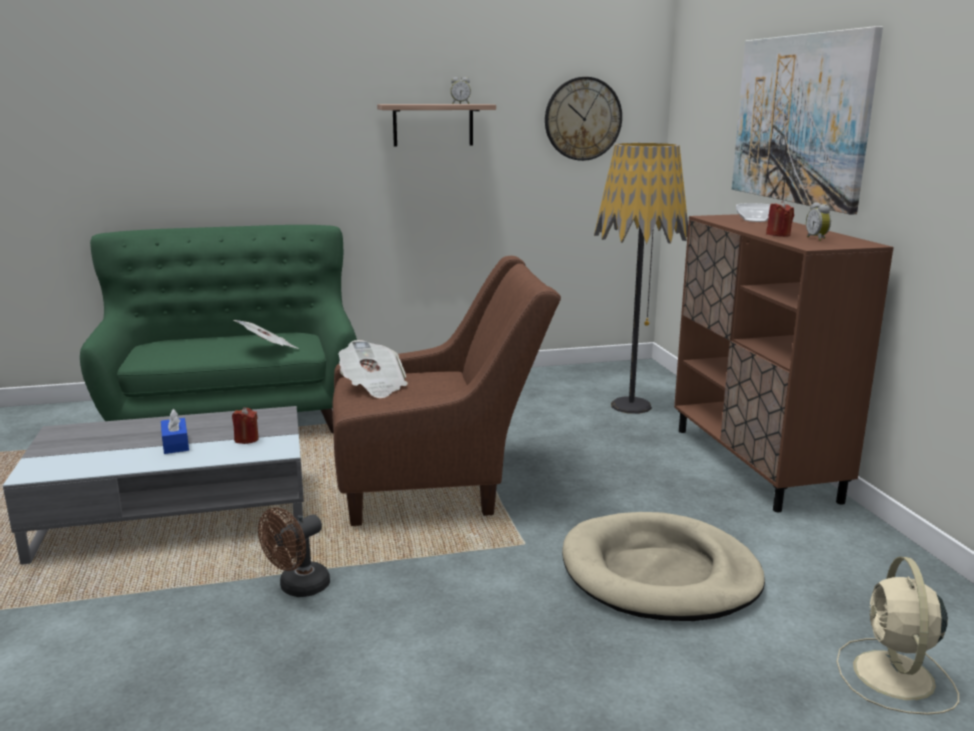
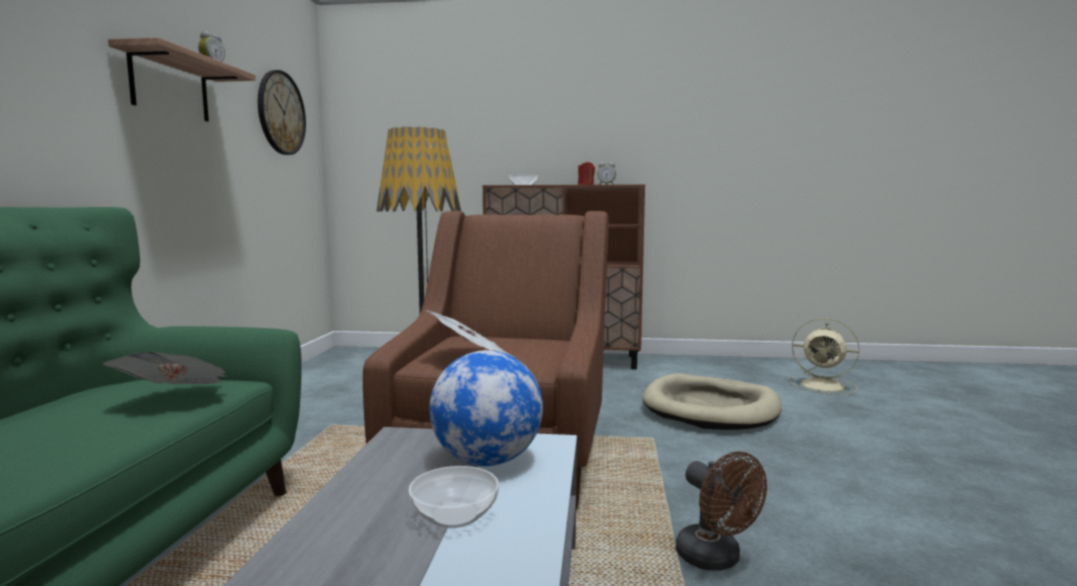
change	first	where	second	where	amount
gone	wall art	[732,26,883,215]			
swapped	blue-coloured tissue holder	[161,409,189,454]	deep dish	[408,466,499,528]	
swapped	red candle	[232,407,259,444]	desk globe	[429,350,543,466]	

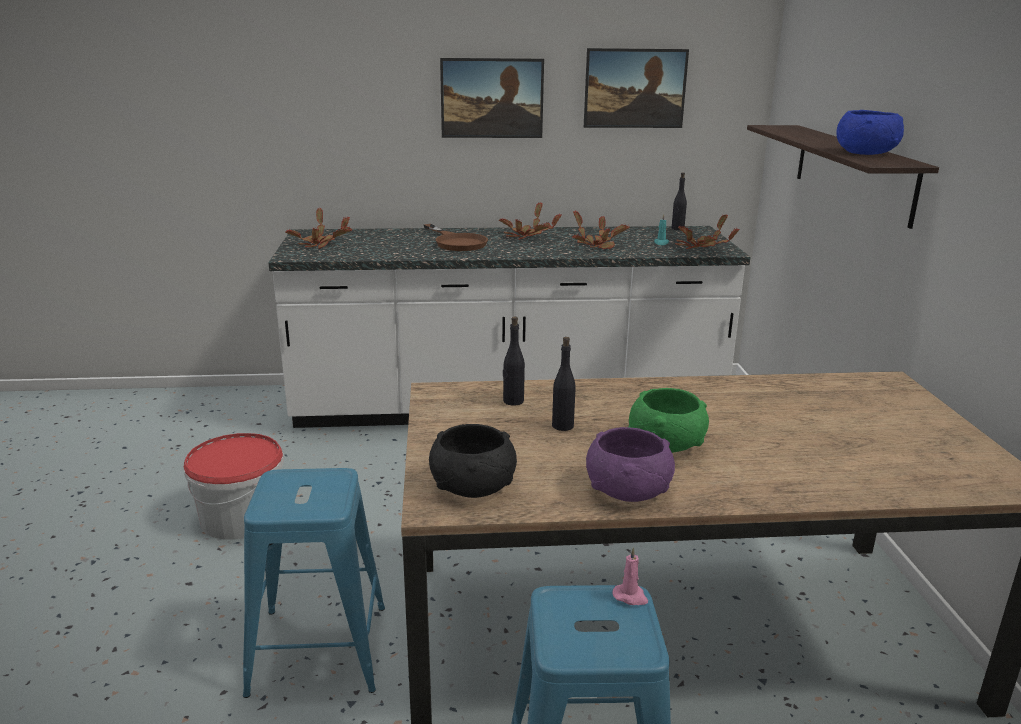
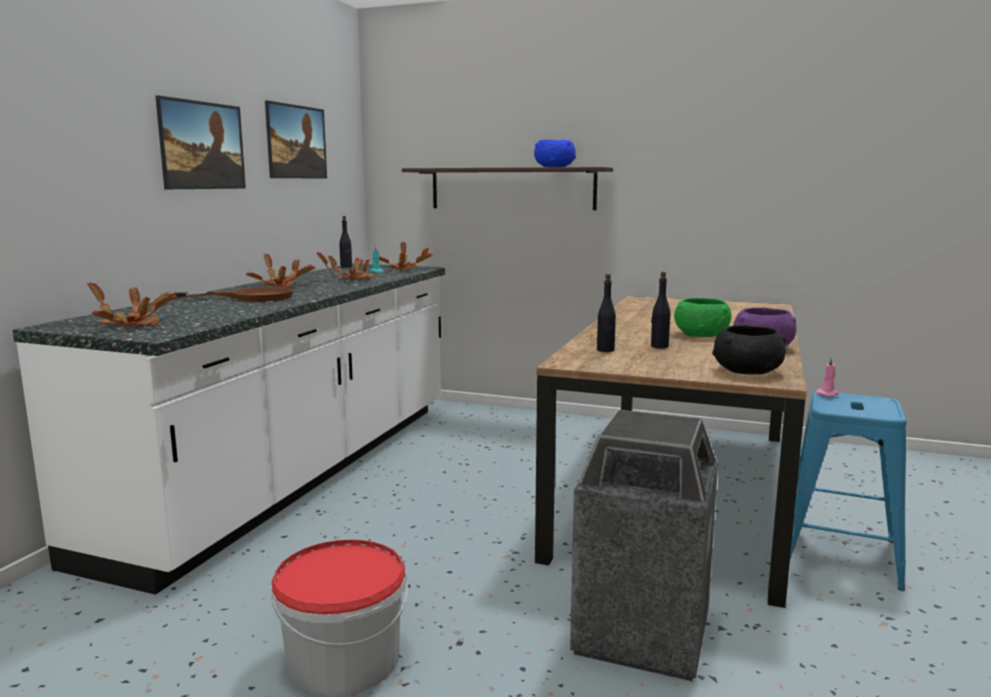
change	first	where	second	where	amount
swapped	blue-coloured sitting stool	[243,468,385,698]	rubbish bin	[570,409,718,682]	

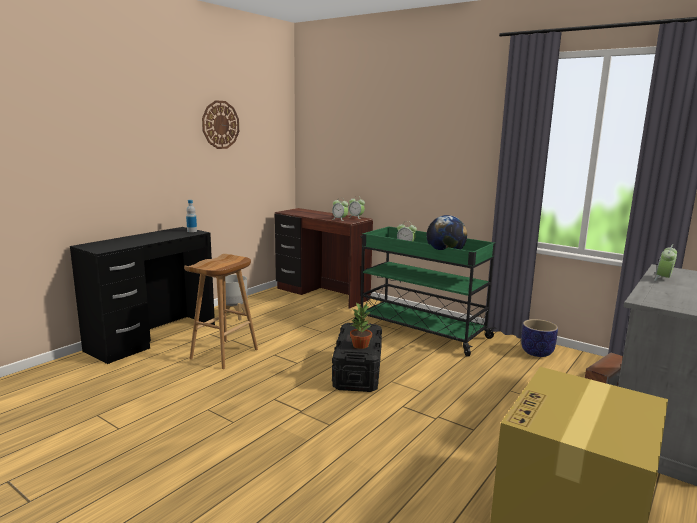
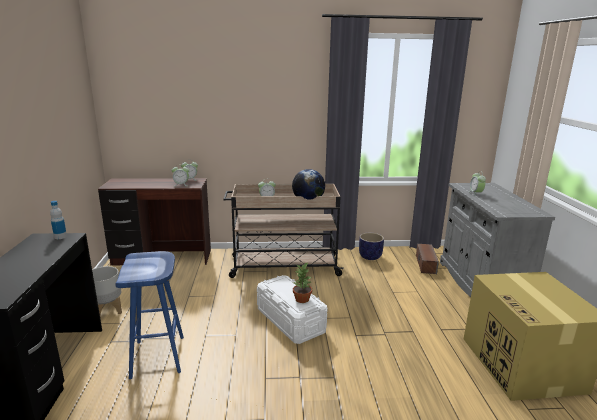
change	first	where	second	where	amount
gone	clock on the wall	[202,100,239,149]			
repainted	brown-coloured sitting stool	[184,254,258,369]	blue-coloured sitting stool	[115,251,184,379]	
repainted	blackish storage container	[332,322,382,392]	white storage container	[257,275,328,344]	
repainted	green-coloured wheeled cart	[354,226,496,357]	beige-coloured wheeled cart	[224,184,343,278]	

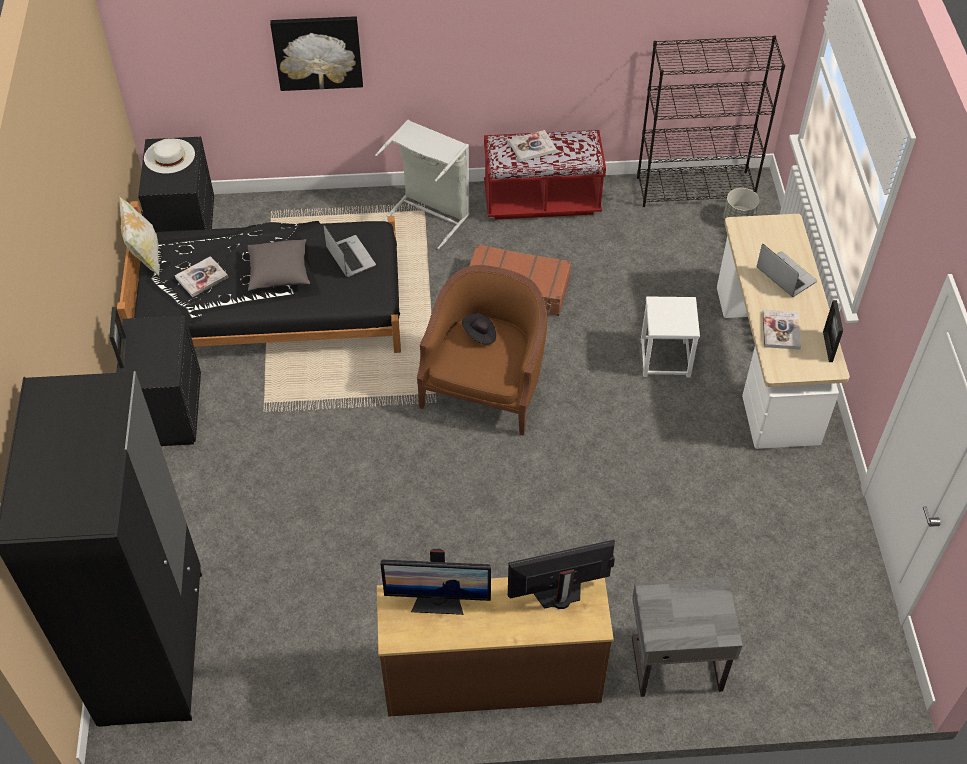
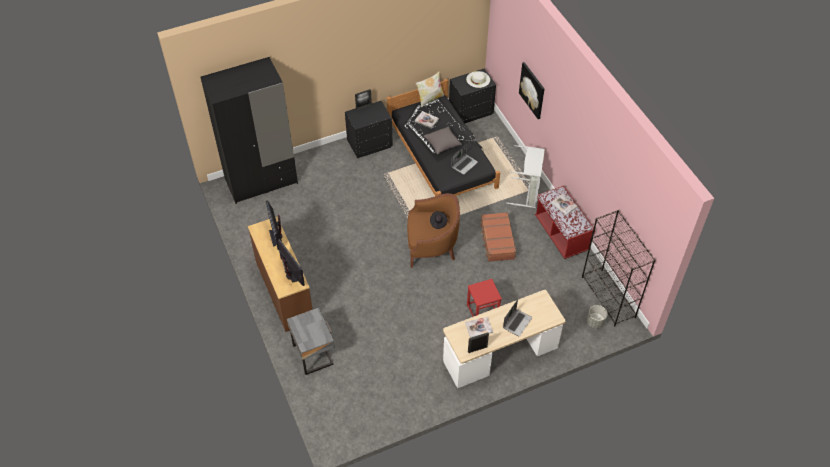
change	first	where	second	where	amount
repainted	white sitting stool	[641,296,700,378]	red sitting stool	[467,279,502,317]	

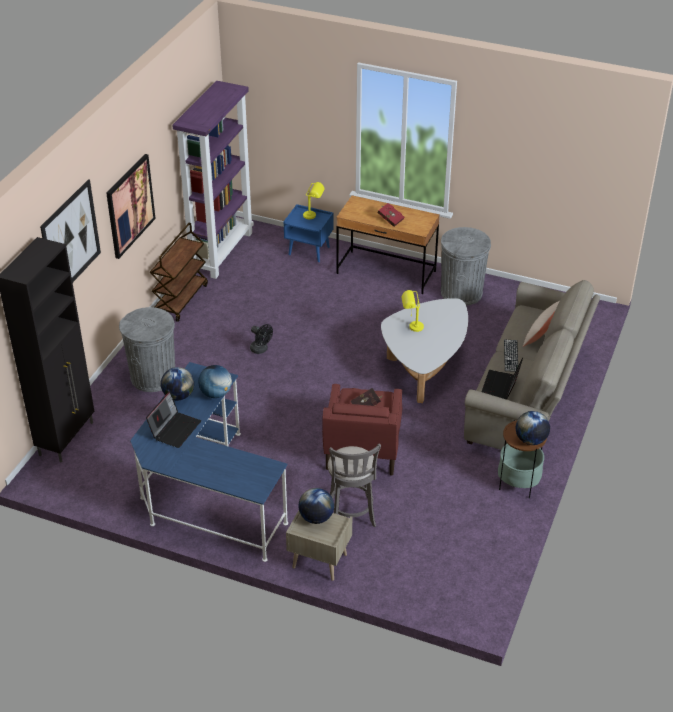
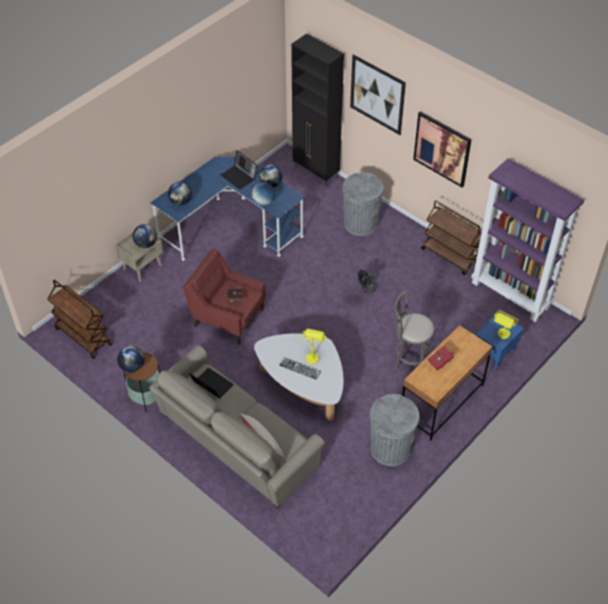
change	first	where	second	where	amount
new			brown-coloured wheeled cart	[47,280,112,359]	
new			desk globe	[168,181,192,206]	
shifted	gray sitting stool	[328,444,381,527]		[394,290,434,371]	
shifted	computer keyboard	[504,340,518,372]		[279,357,321,379]	

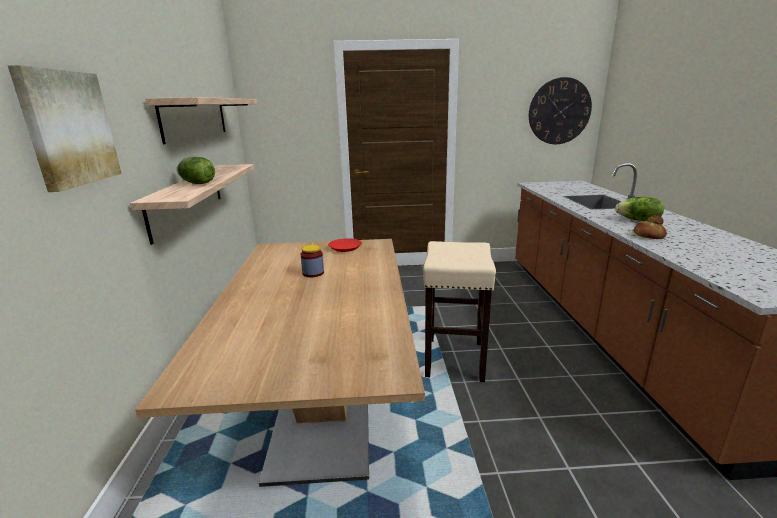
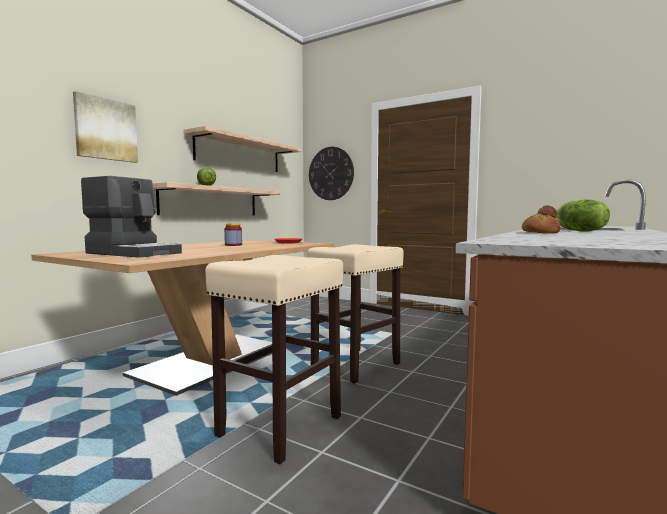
change	first	where	second	where	amount
new			coffee maker	[81,176,182,258]	
new			beige-coloured sitting stool	[205,255,343,464]	
shifted	clock on the wall	[529,77,592,144]		[309,147,354,200]	

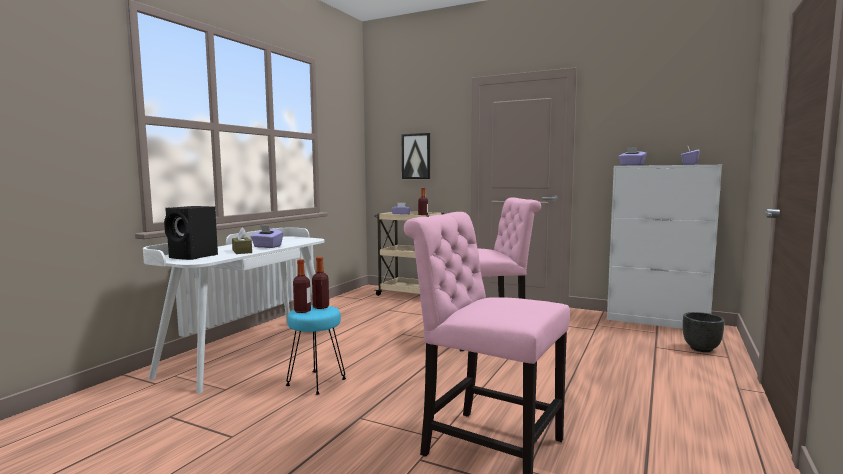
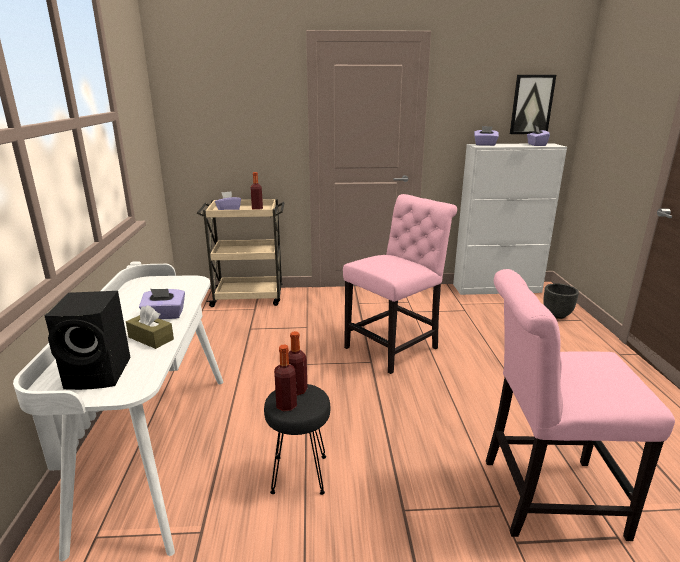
change	first	where	second	where	amount
shifted	wall art	[402,133,430,179]		[510,75,556,134]	
repainted	turquoise-coloured sitting stool	[286,306,346,395]	blackish sitting stool	[264,384,331,495]	

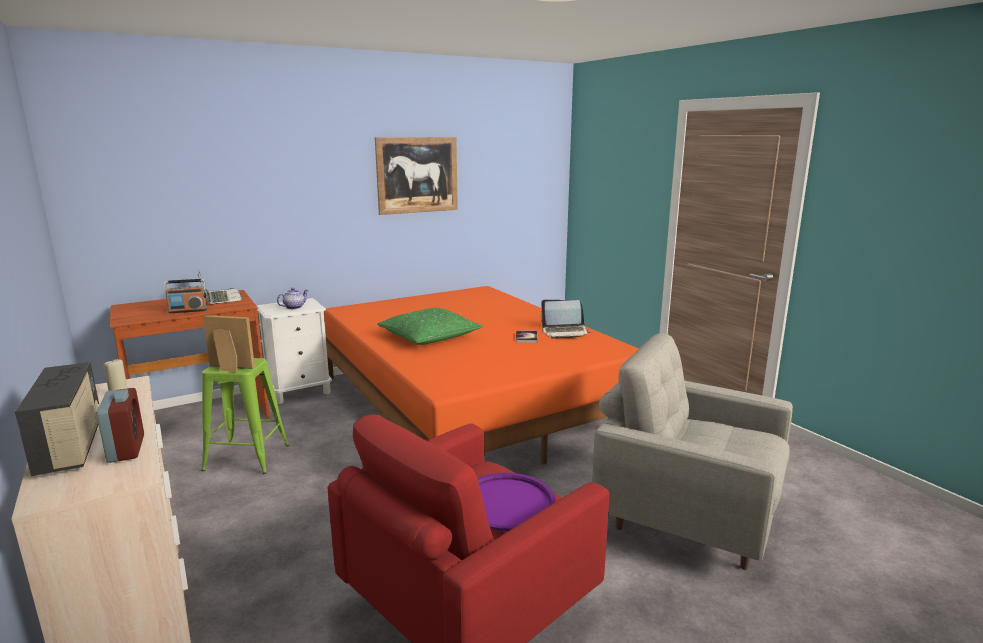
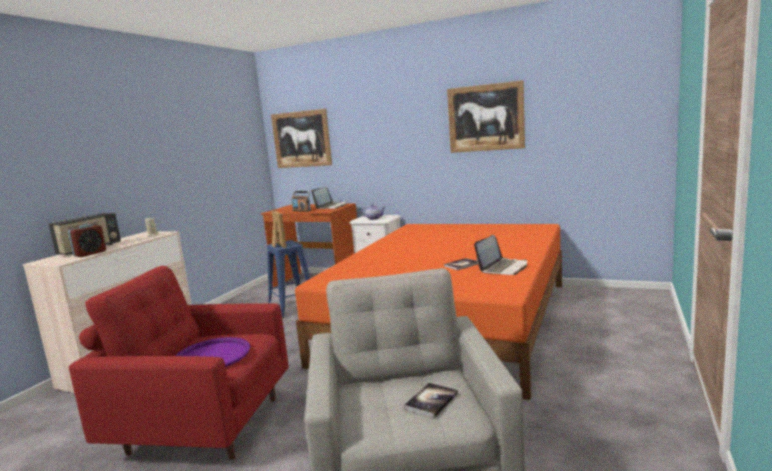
change	first	where	second	where	amount
gone	green-coloured pillow	[377,308,483,345]			
new			wall art	[271,109,332,168]	
new			book	[404,383,458,418]	
repainted	green-coloured sitting stool	[201,358,289,474]	blue-coloured sitting stool	[267,240,310,318]	
rotated	portable computer	[541,300,591,339]		[474,235,527,275]	105 degrees counterclockwise

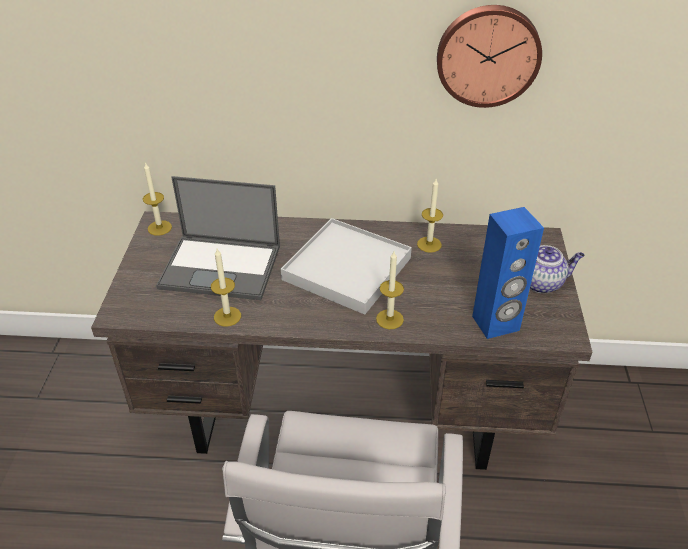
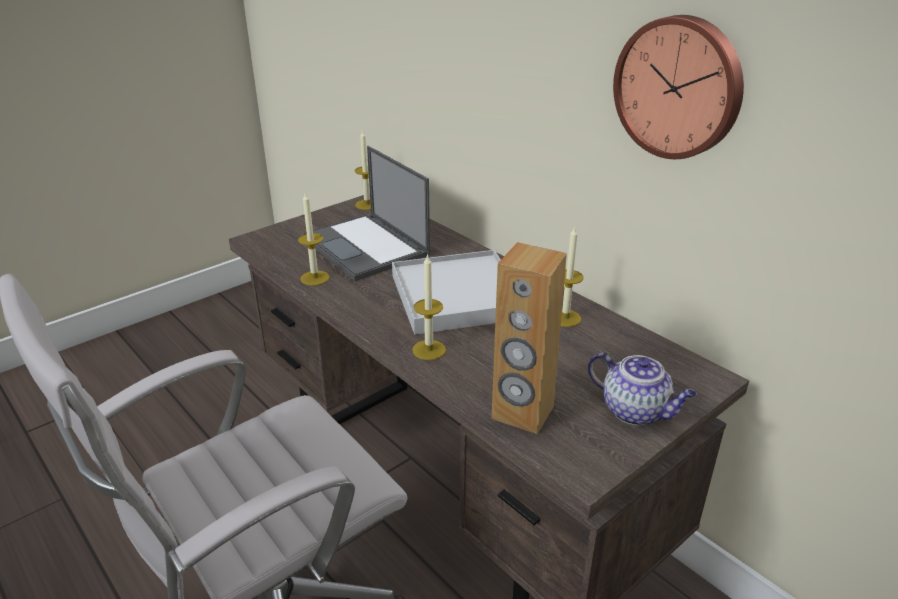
change	first	where	second	where	amount
repainted	blue-coloured audio speaker	[472,207,544,339]	brown-coloured audio speaker	[491,242,567,434]	

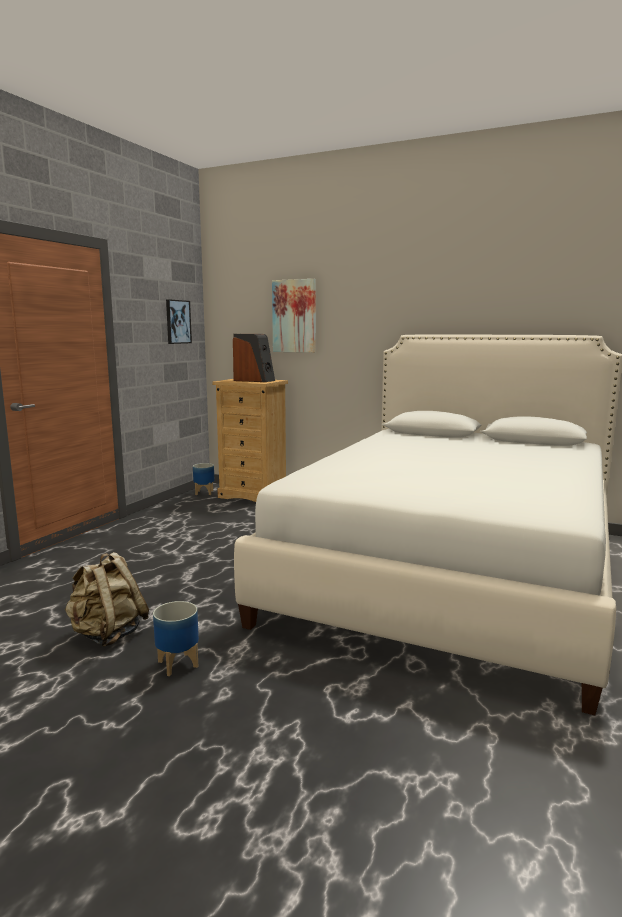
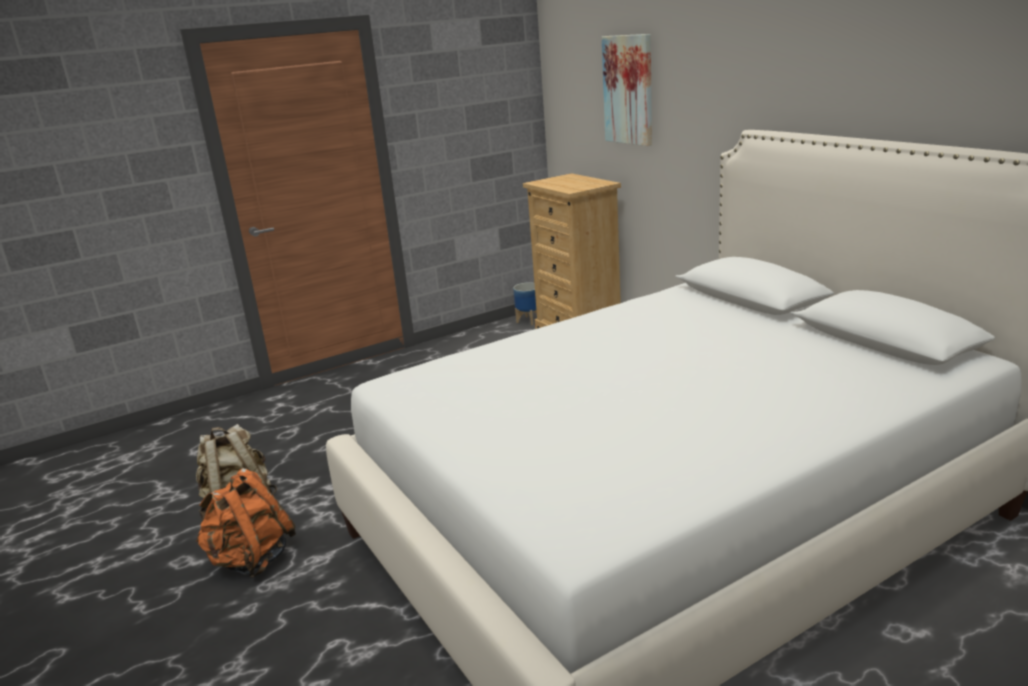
change	first	where	second	where	amount
gone	wall art	[166,299,192,344]			
gone	audio speaker	[233,334,275,382]			
swapped	planter	[153,601,199,676]	orangey knapsack	[196,468,296,578]	

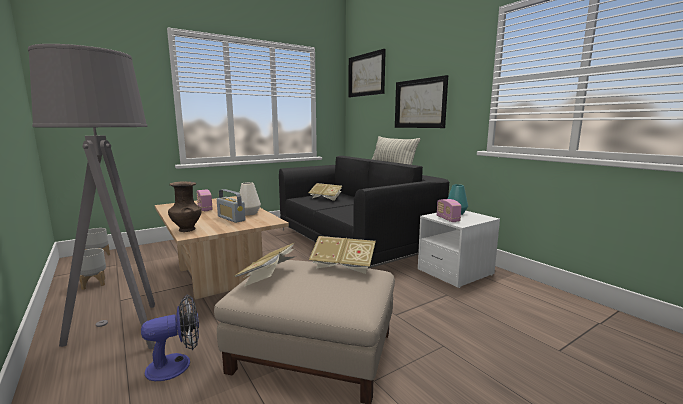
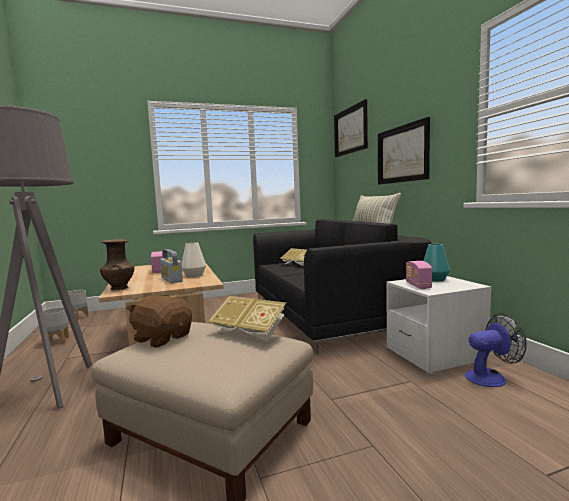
change	first	where	second	where	amount
shifted	cooling fan	[141,295,199,381]		[465,313,527,387]	
swapped	book	[233,243,297,286]	brown-coloured plush toy	[126,295,192,348]	

